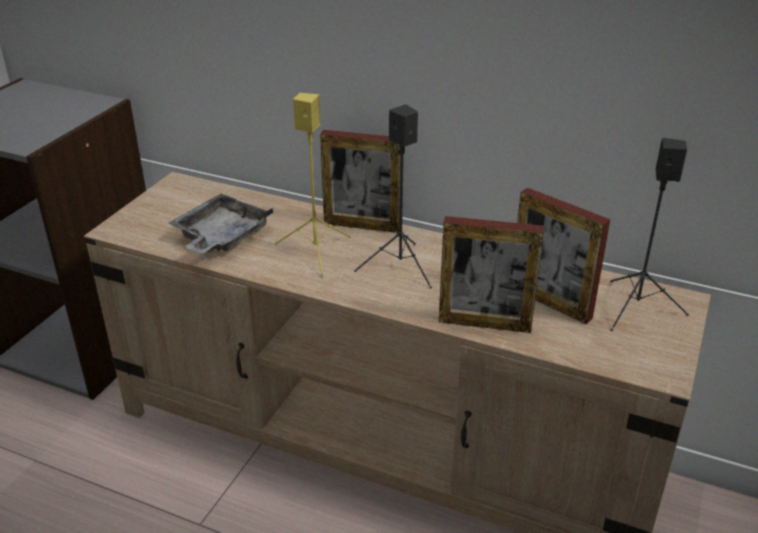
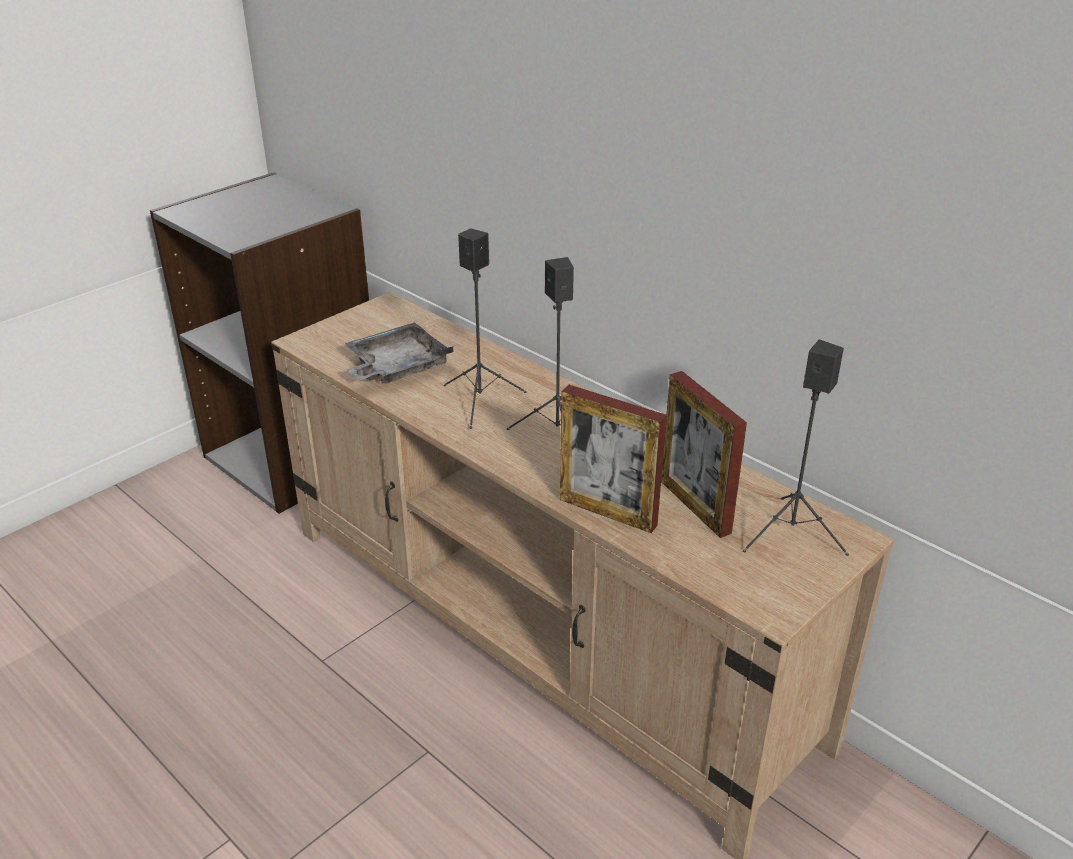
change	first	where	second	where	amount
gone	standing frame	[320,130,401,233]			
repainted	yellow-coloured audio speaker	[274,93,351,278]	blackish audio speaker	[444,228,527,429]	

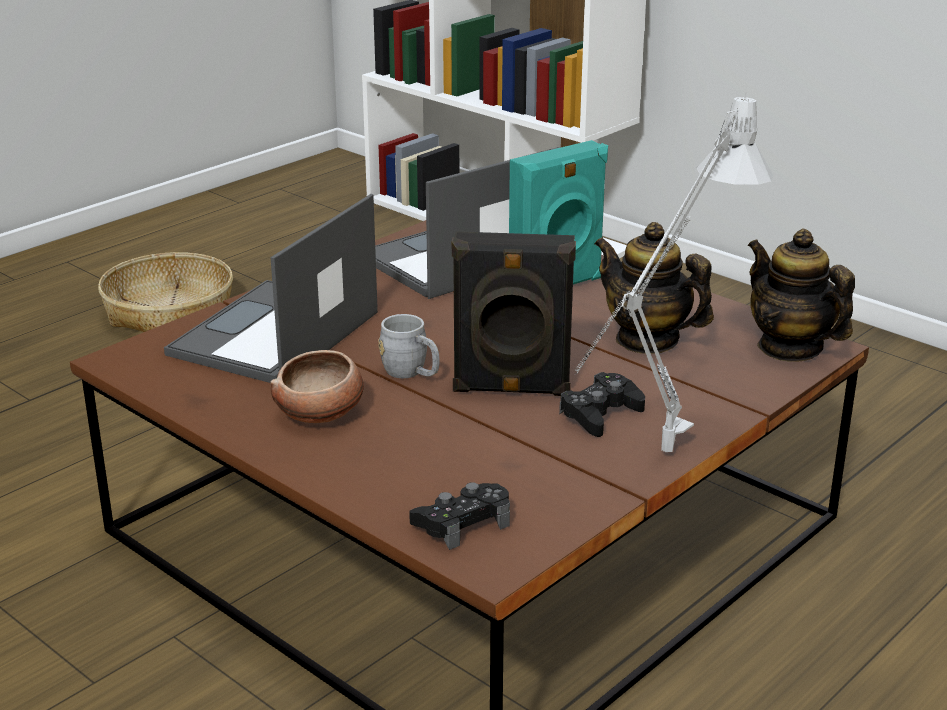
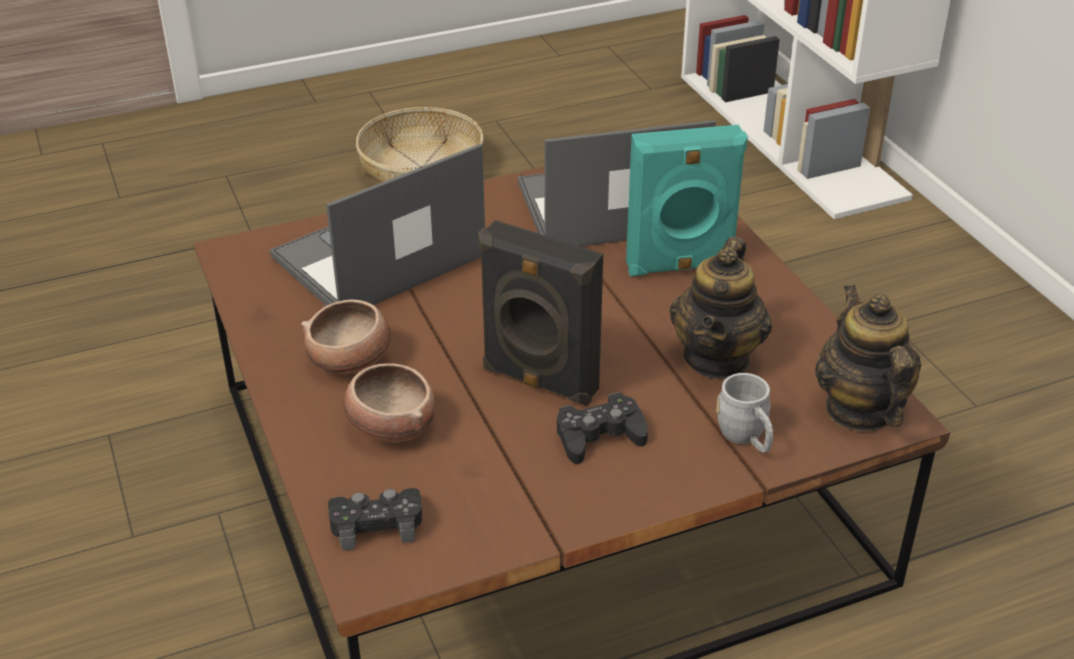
change	first	where	second	where	amount
gone	gray lamp for a table	[576,93,773,452]			
new			deep dish	[343,363,435,442]	
shifted	gray mug	[378,314,439,378]		[716,373,773,453]	
rotated	teapot	[594,222,714,354]		[670,237,772,380]	135 degrees counterclockwise

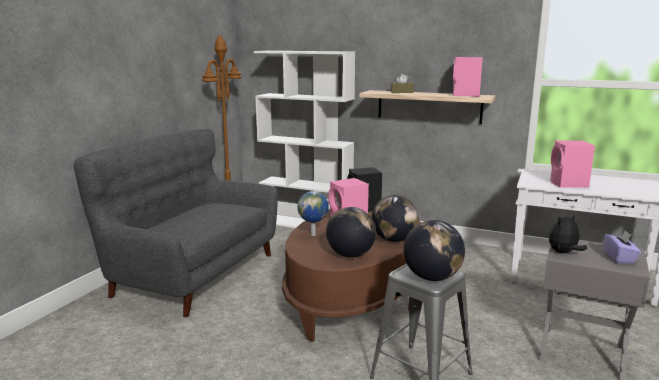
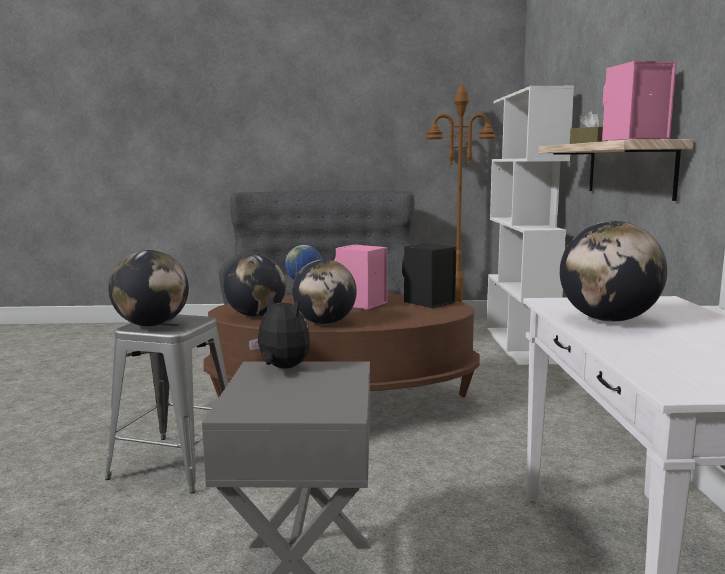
change	first	where	second	where	amount
gone	purple-coloured tissue holder	[604,230,641,264]			
swapped	pinkish audio speaker	[550,140,595,188]	desk globe	[560,221,667,322]	

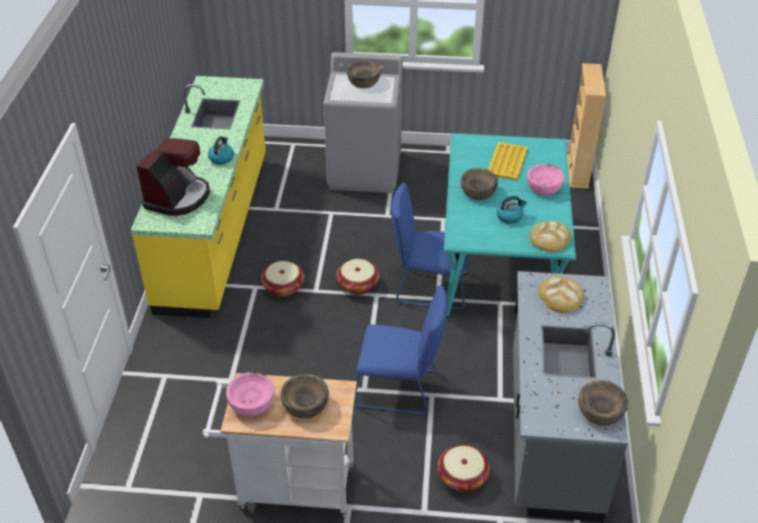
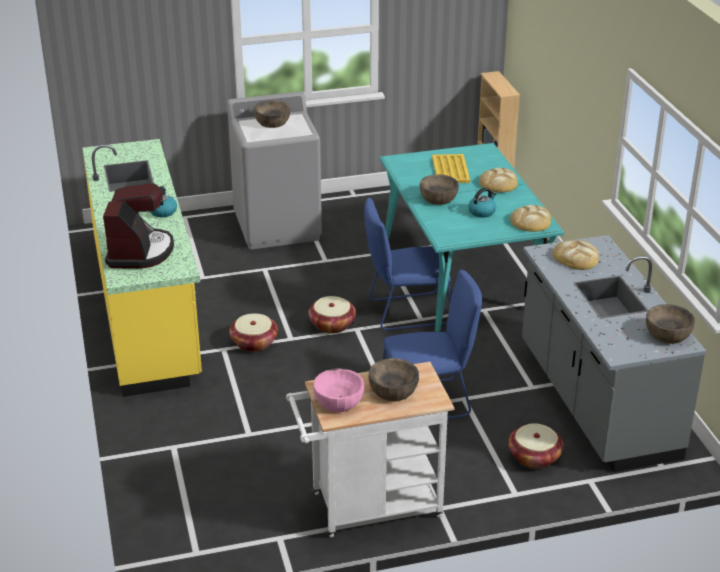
change	first	where	second	where	amount
swapped	pinkish deep dish	[527,164,564,196]	baked bread	[479,168,518,192]	

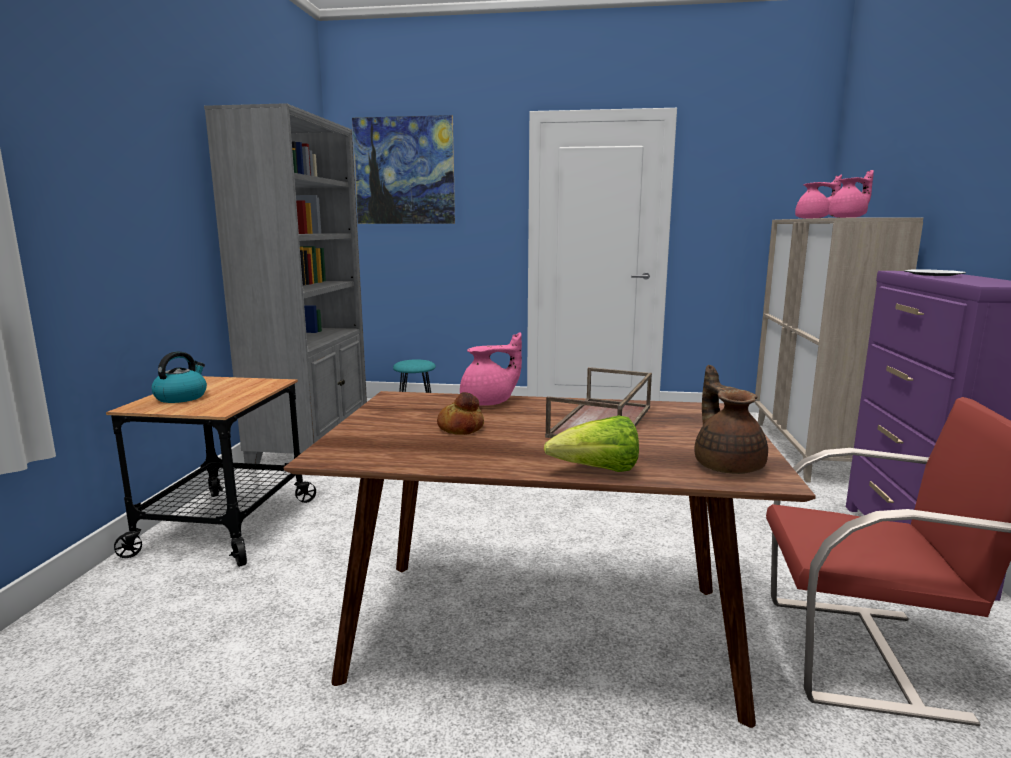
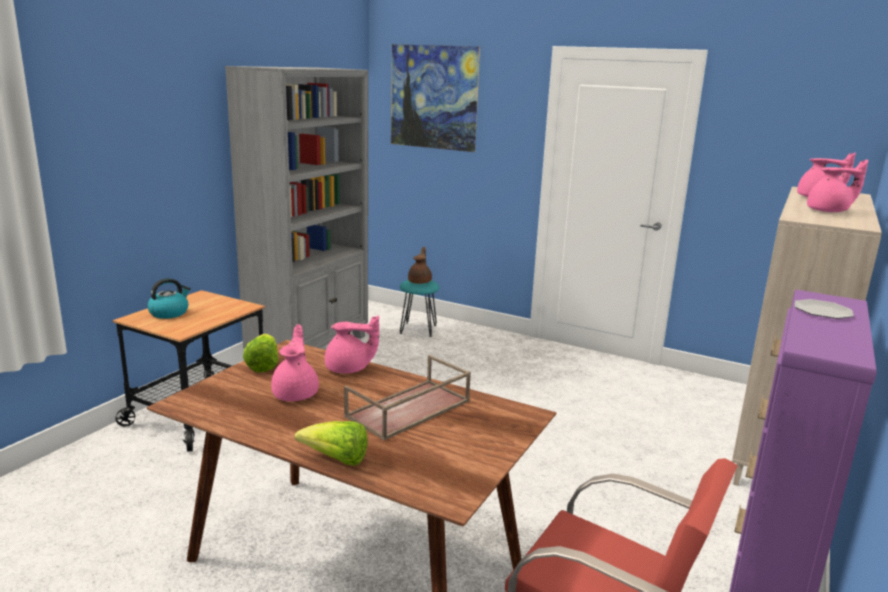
change	first	where	second	where	amount
new			lettuce head	[243,334,278,373]	
shifted	brown-coloured teapot	[694,365,768,474]		[408,247,432,284]	
swapped	baked bread	[437,392,484,435]	pinkish teapot	[271,324,319,401]	

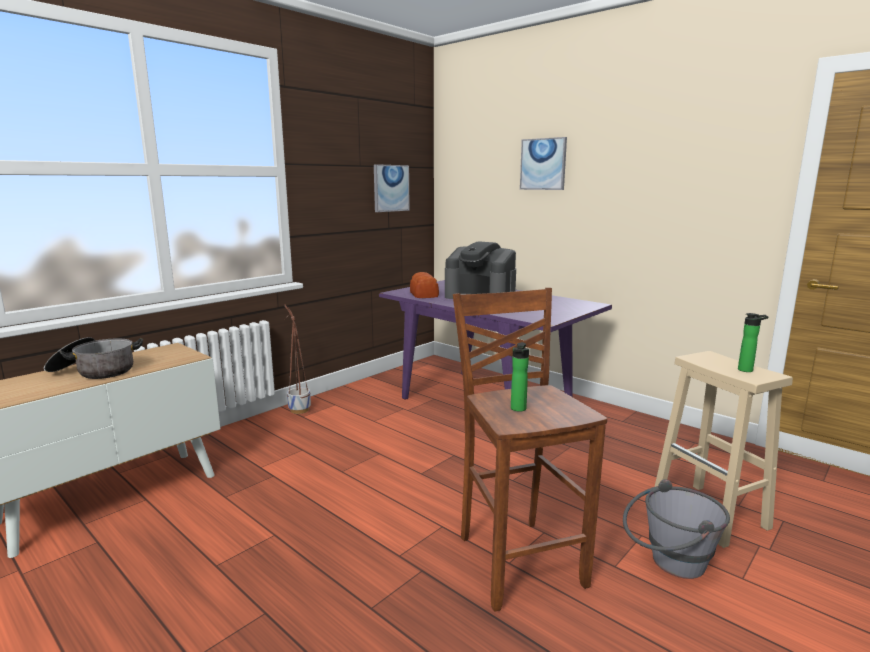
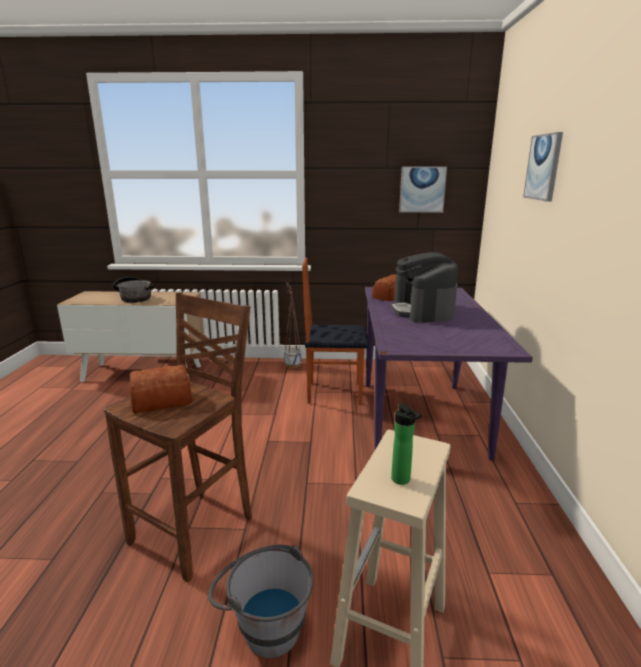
change	first	where	second	where	amount
new			upright chair	[302,258,369,404]	
swapped	bottle	[511,342,529,412]	baked bread	[129,365,192,413]	

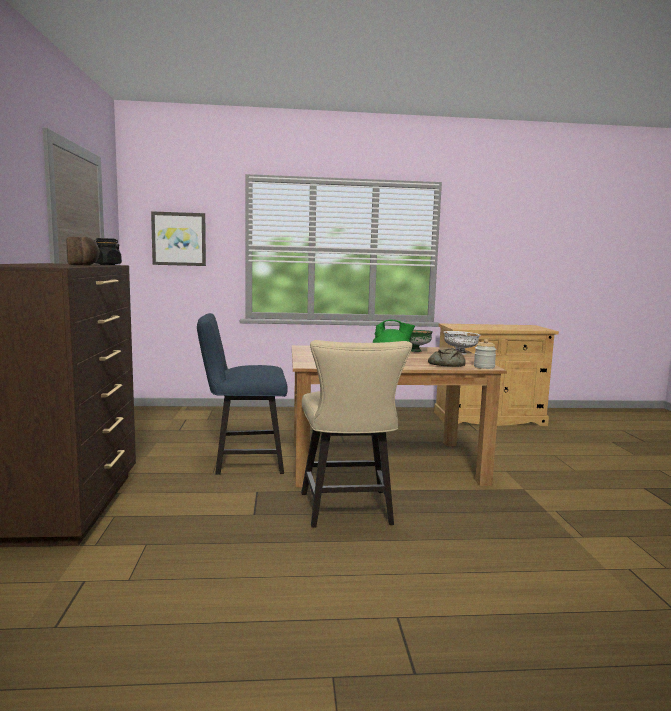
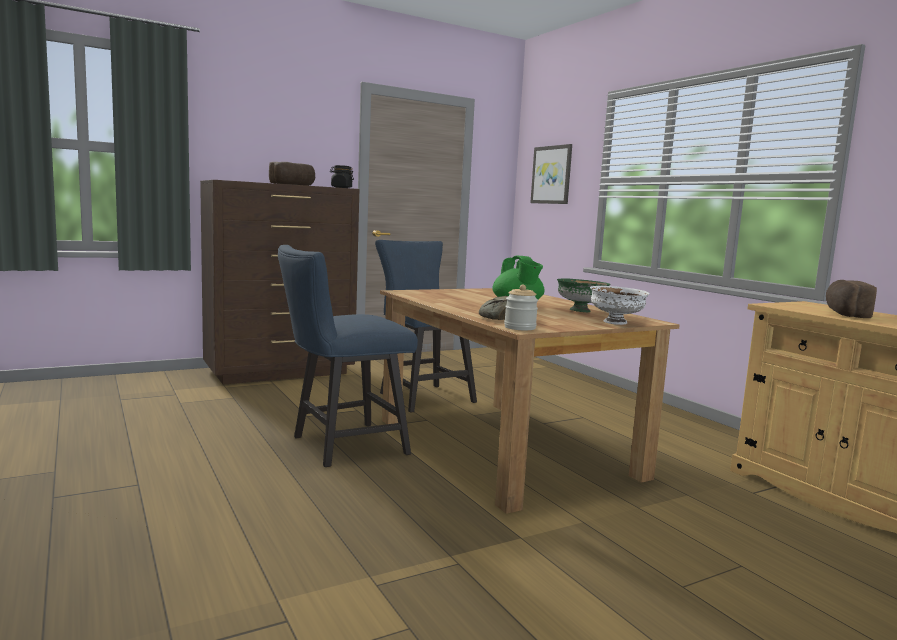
change	first	where	second	where	amount
new			baked bread	[826,280,877,318]	
repainted	beige-coloured upright chair	[301,340,412,528]	blue-coloured upright chair	[278,245,418,467]	

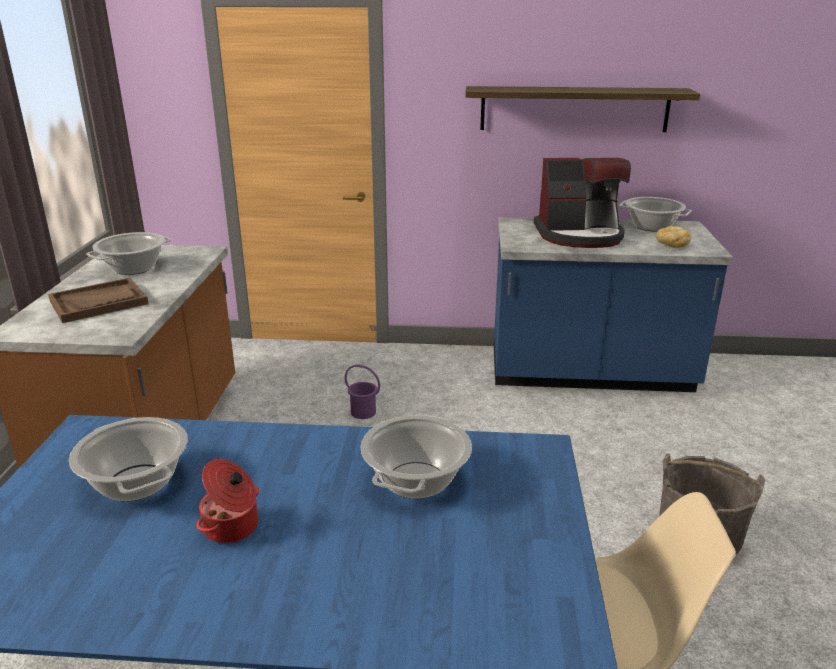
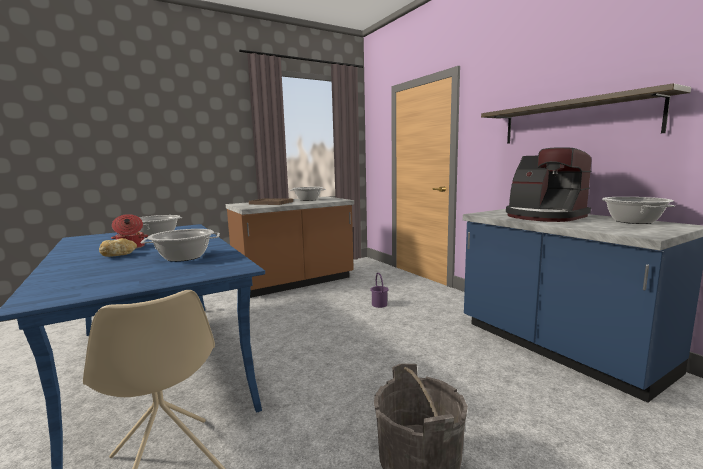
change	first	where	second	where	amount
shifted	baked bread	[656,226,691,248]		[99,238,137,257]	

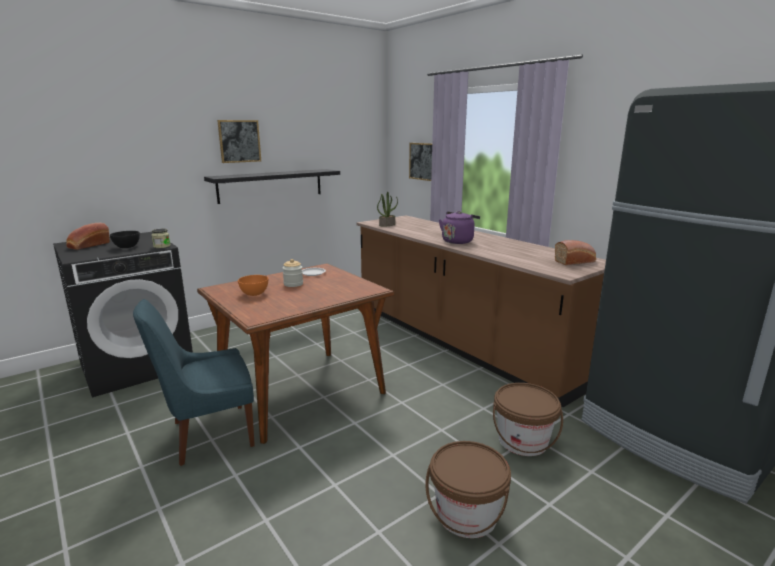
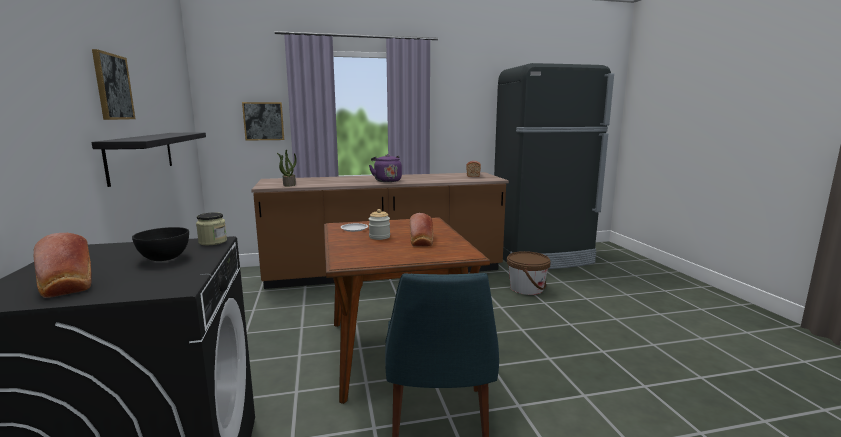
change	first	where	second	where	amount
gone	orangey deep dish	[238,275,268,296]			
gone	brown-coloured water bucket	[426,441,511,538]			
new			baked bread	[410,213,434,247]	

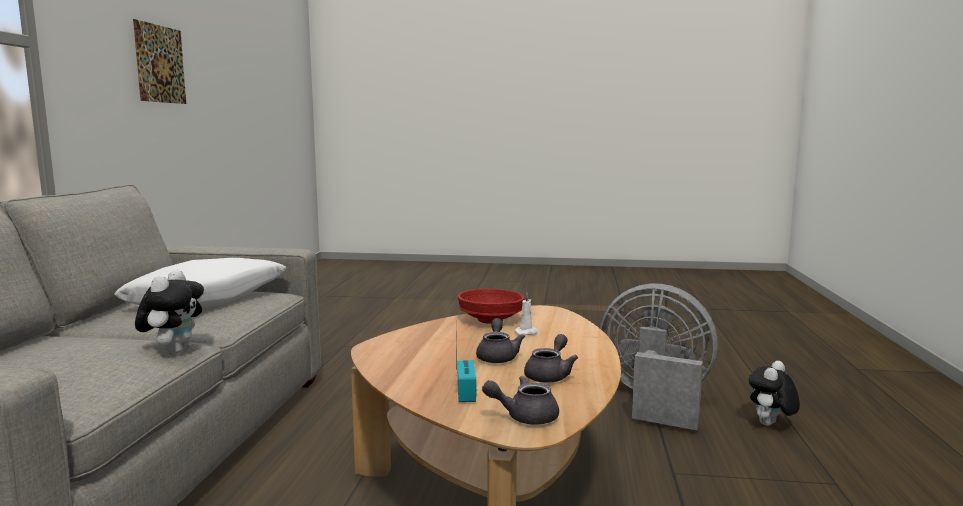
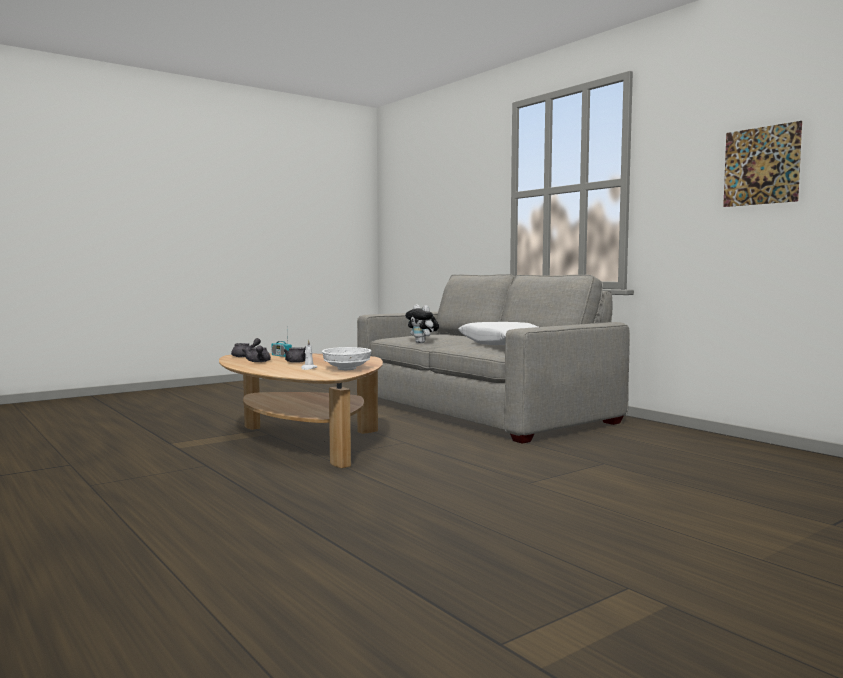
change	first	where	second	where	amount
gone	gray cooling fan	[600,284,718,430]			
gone	plush toy	[749,361,800,426]			
repainted	red deep dish	[457,289,525,324]	white deep dish	[322,347,371,370]	

